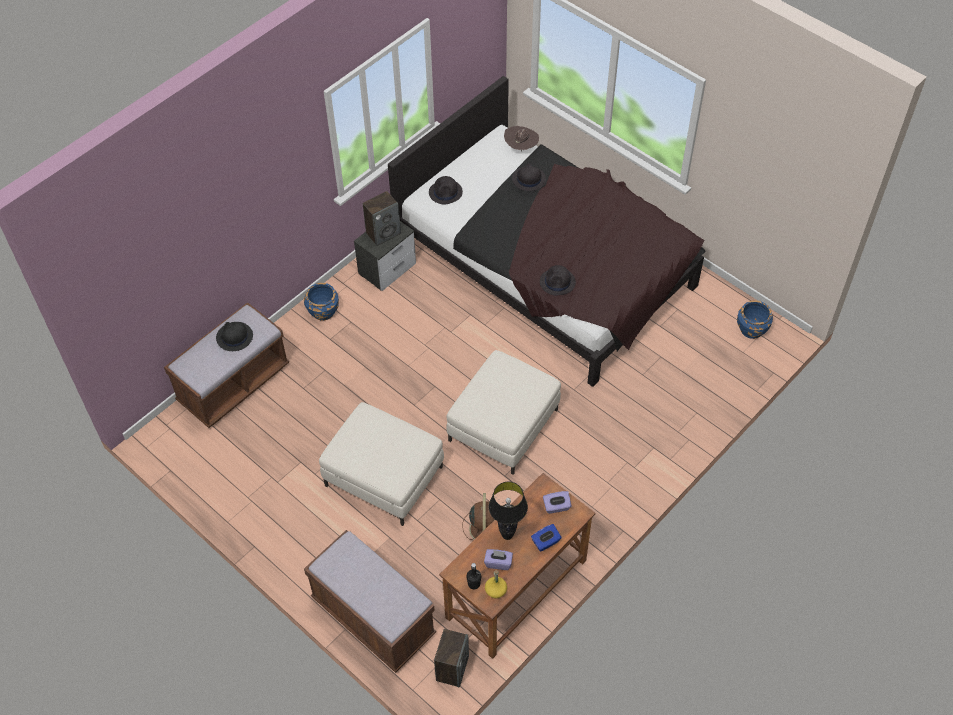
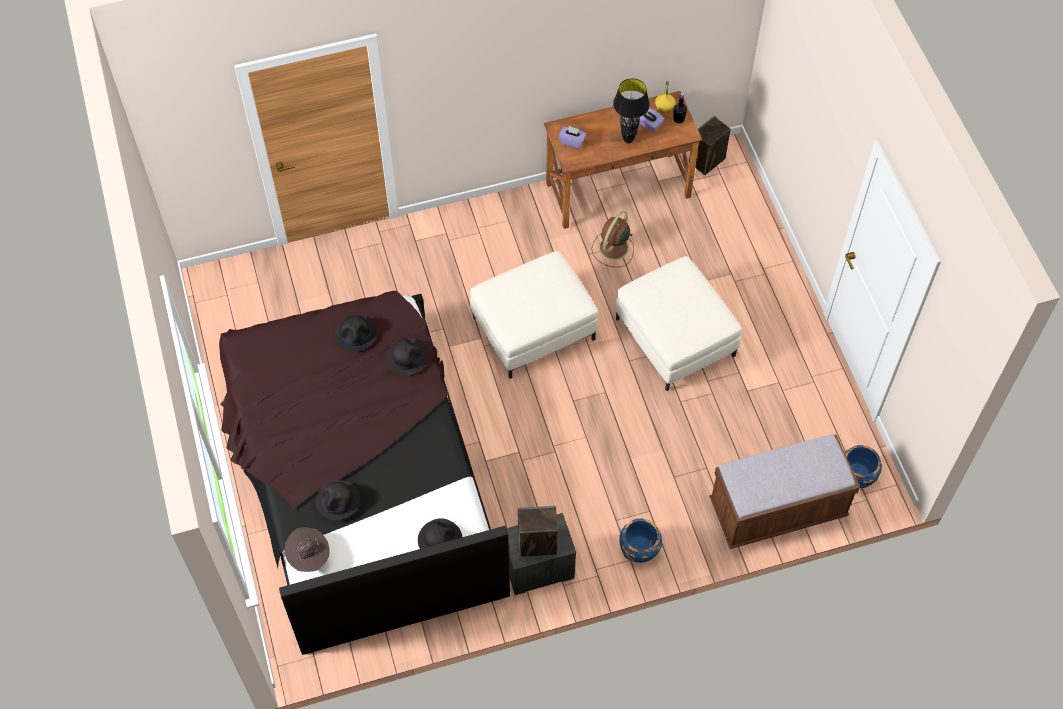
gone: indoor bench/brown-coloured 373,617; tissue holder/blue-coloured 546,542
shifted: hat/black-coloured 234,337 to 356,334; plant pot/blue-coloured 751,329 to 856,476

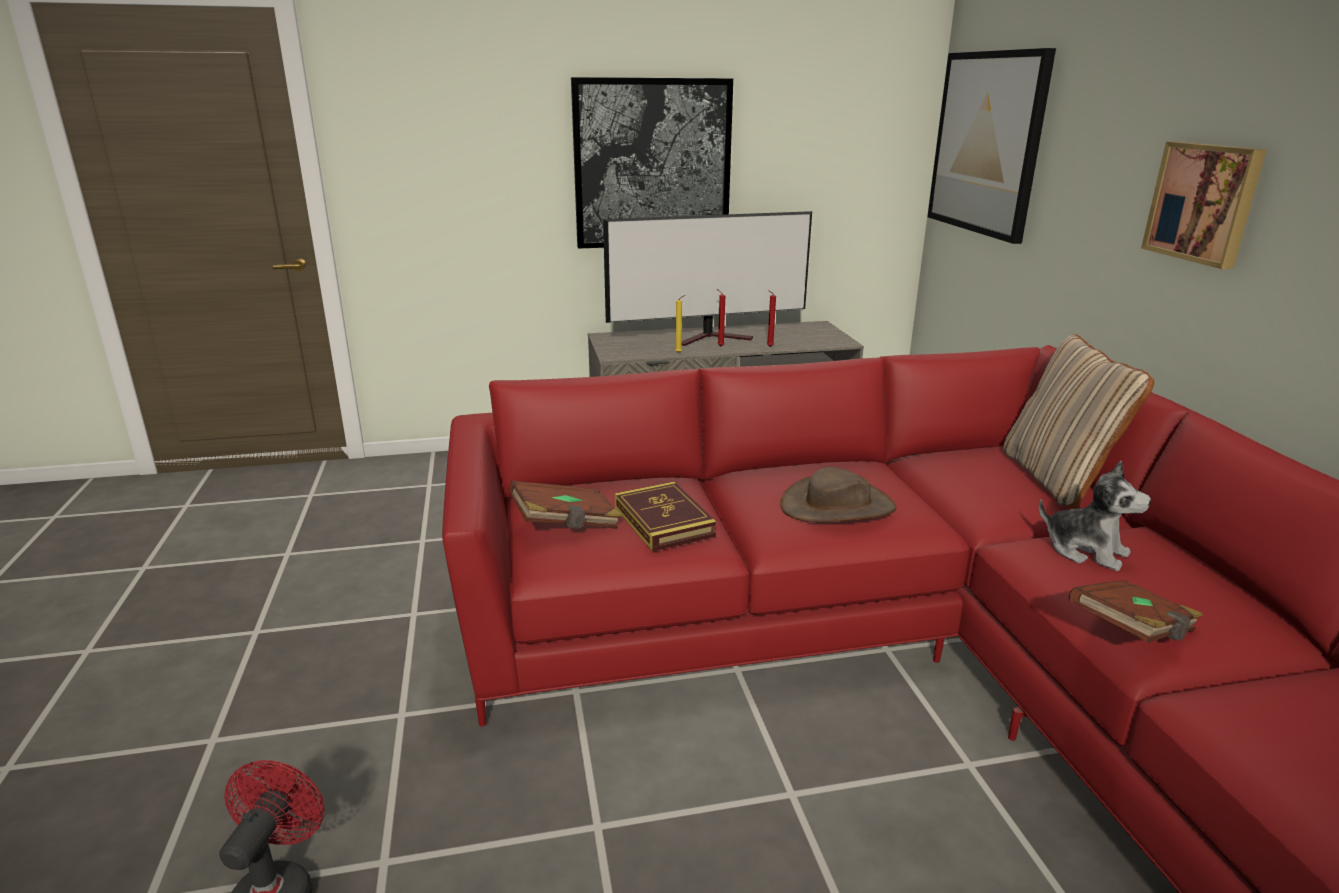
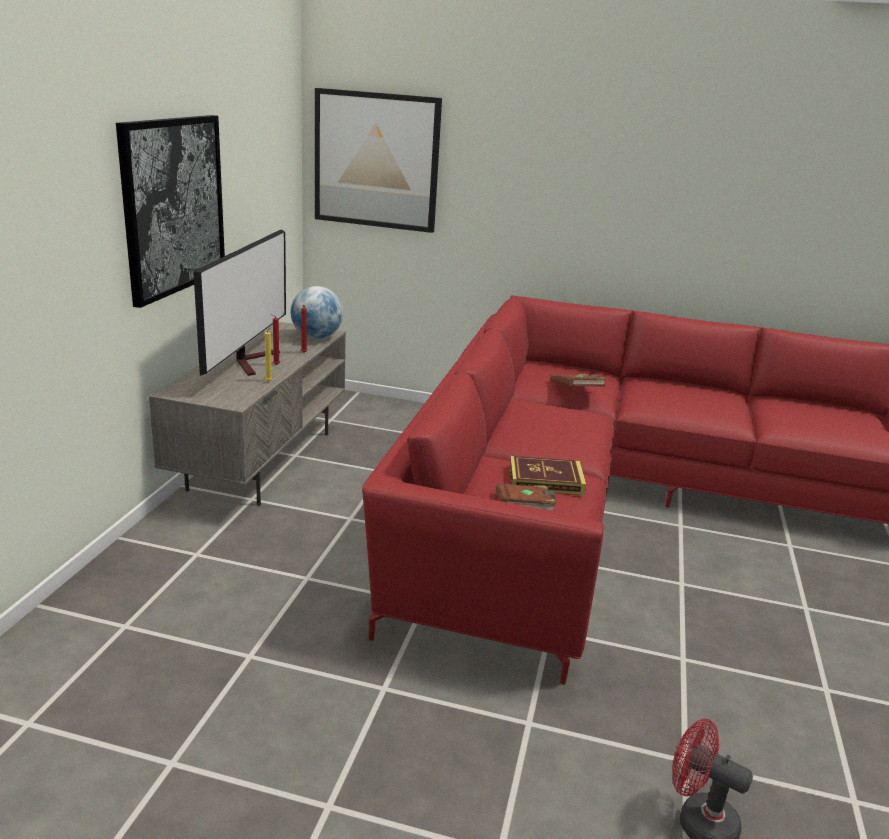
gone: hat/brown-coloured 837,506; pillow/beige 1057,478; soft toy 1085,550; wall art 1204,203
new: desk globe 316,337
shifted: volume/brown-coloured 1132,632 to 577,392

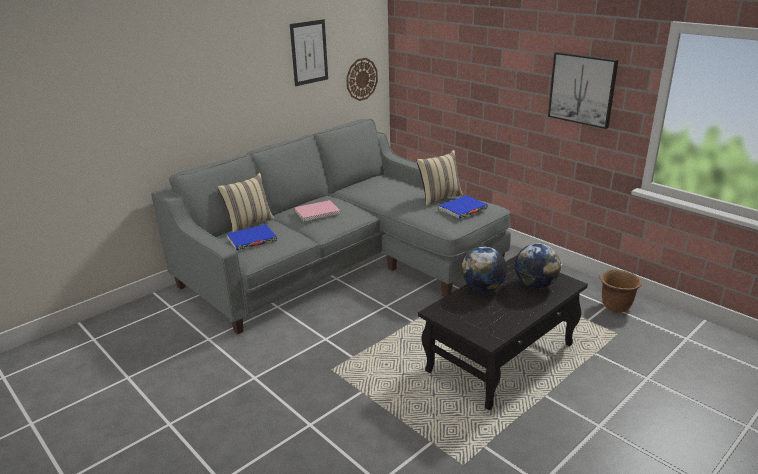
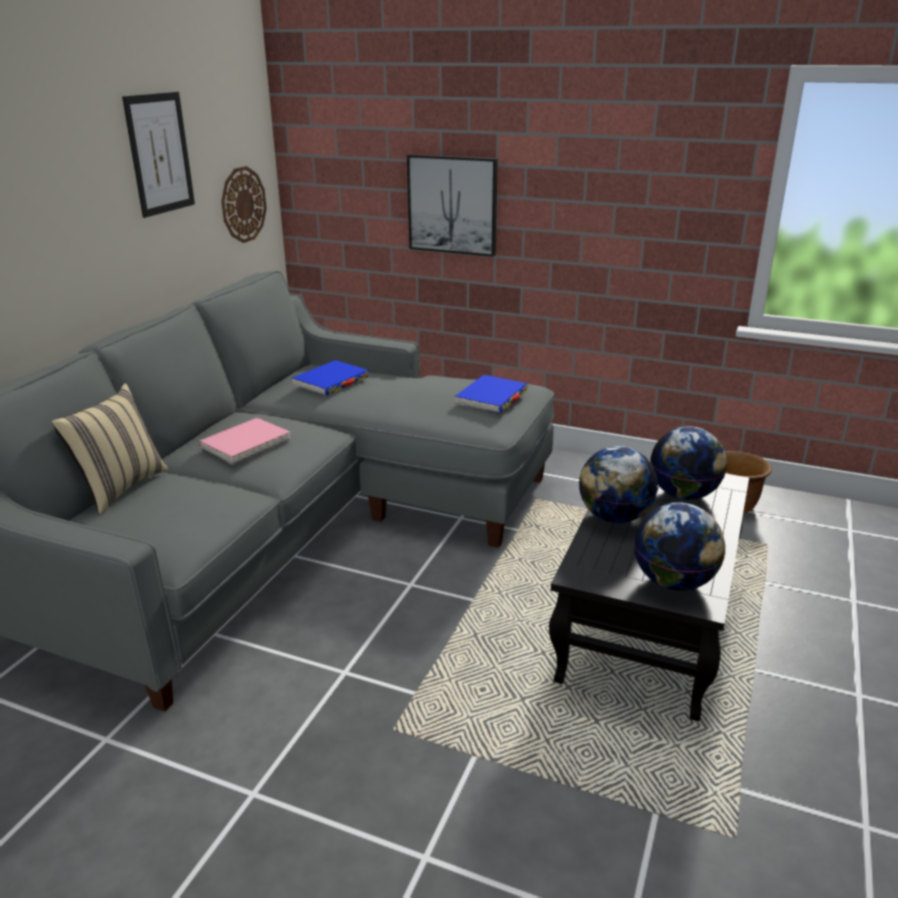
gone: pillow/beige 439,198
new: desk globe 674,582
shifted: volume/blue-coloured 252,240 to 331,381; wall art 582,89 to 452,205

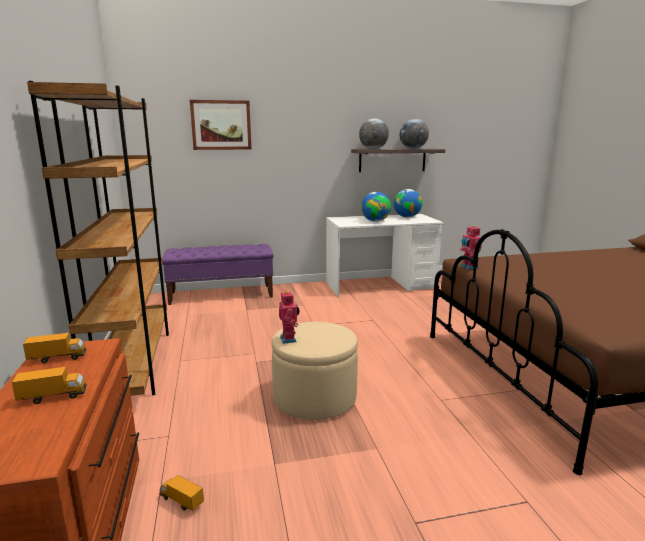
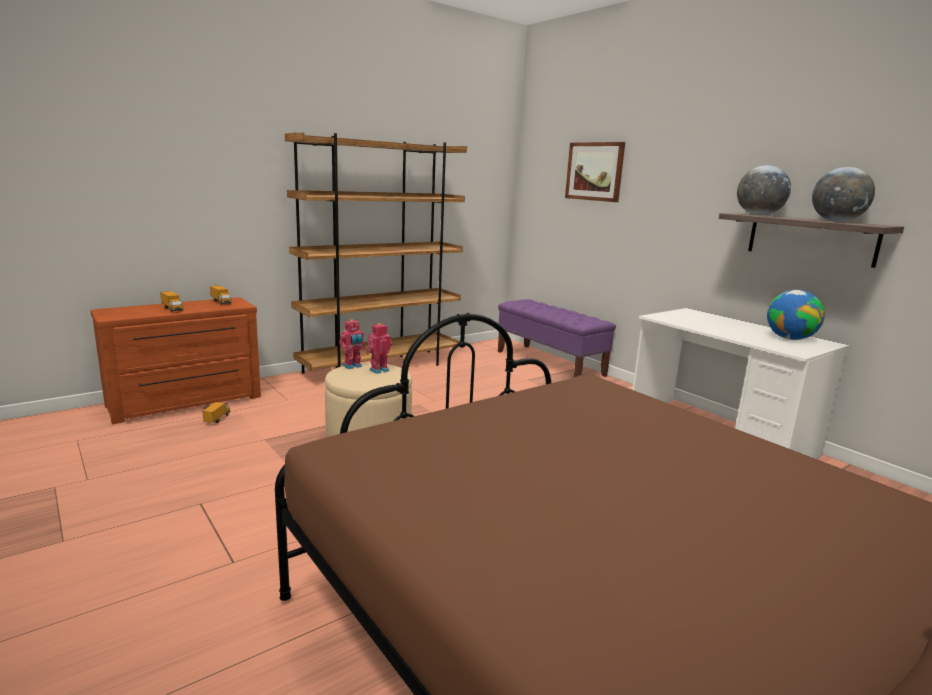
gone: desk globe 375,221
shifted: robot figure 468,267 to 378,370

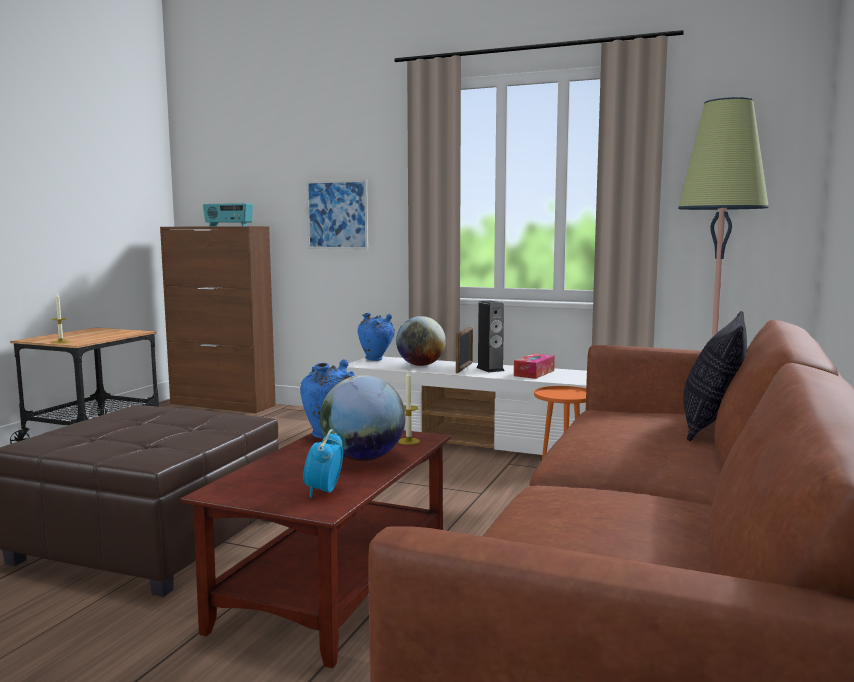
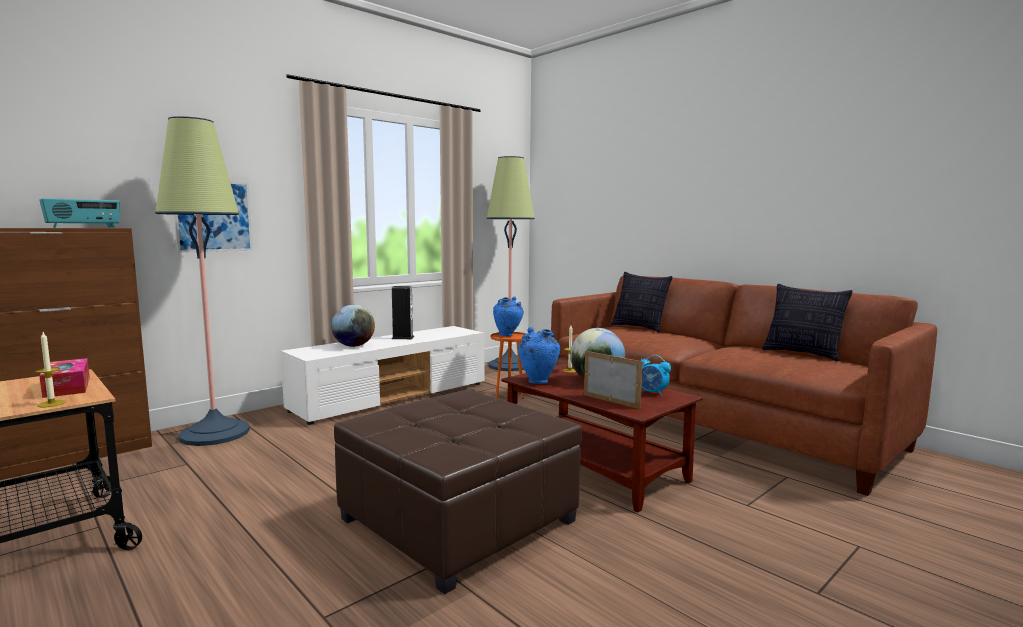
new: floor lamp 215,433; pillow 802,354
shifted: tissue holder 534,373 to 67,387; vase/blue-coloured 376,359 to 507,335; picture frame 464,368 to 611,401

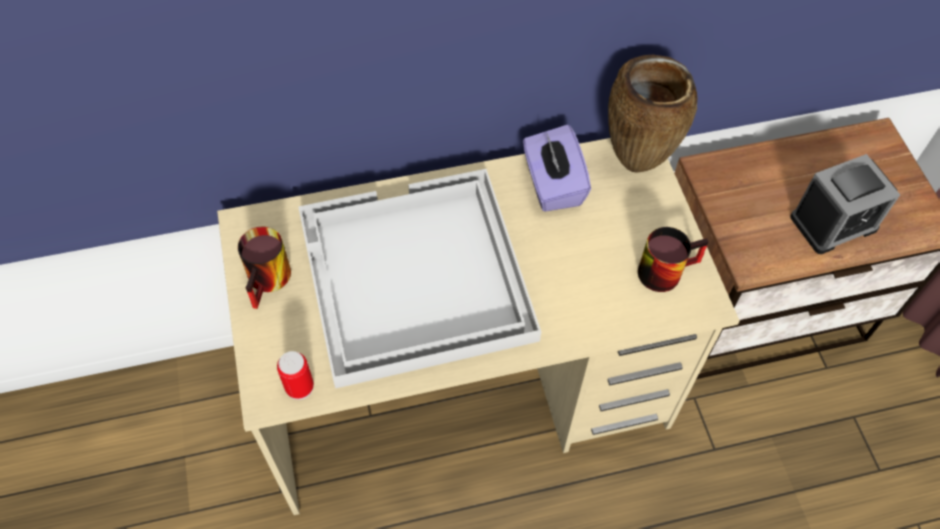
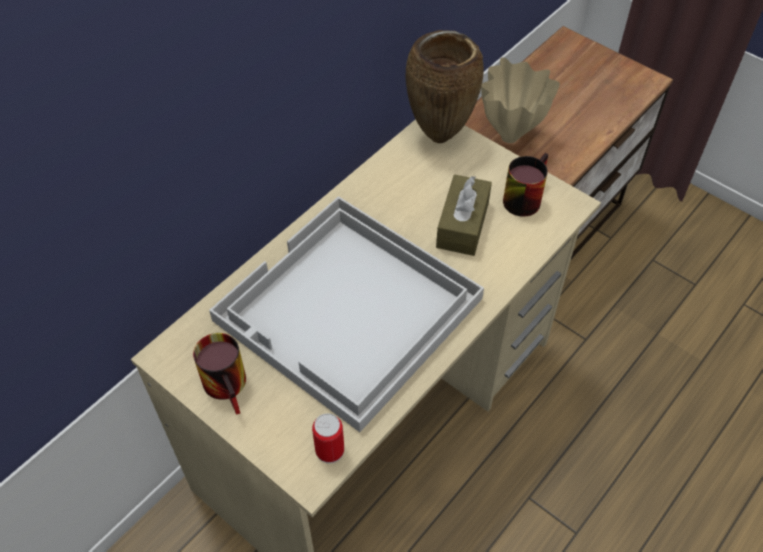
gone: tissue holder/purple 552,185; alarm clock 833,223
new: tissue holder/brown-coloured 462,225; vase/beige 510,138

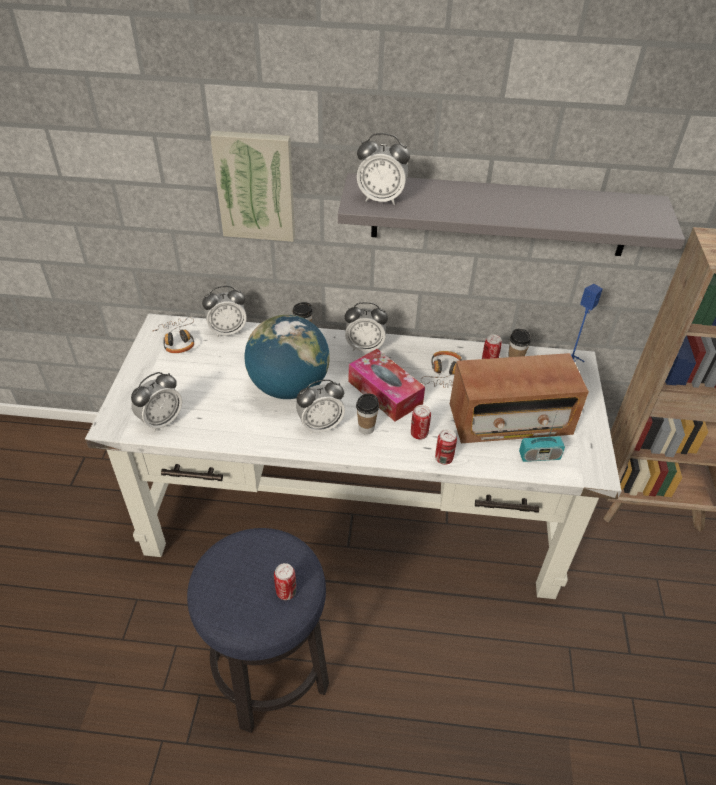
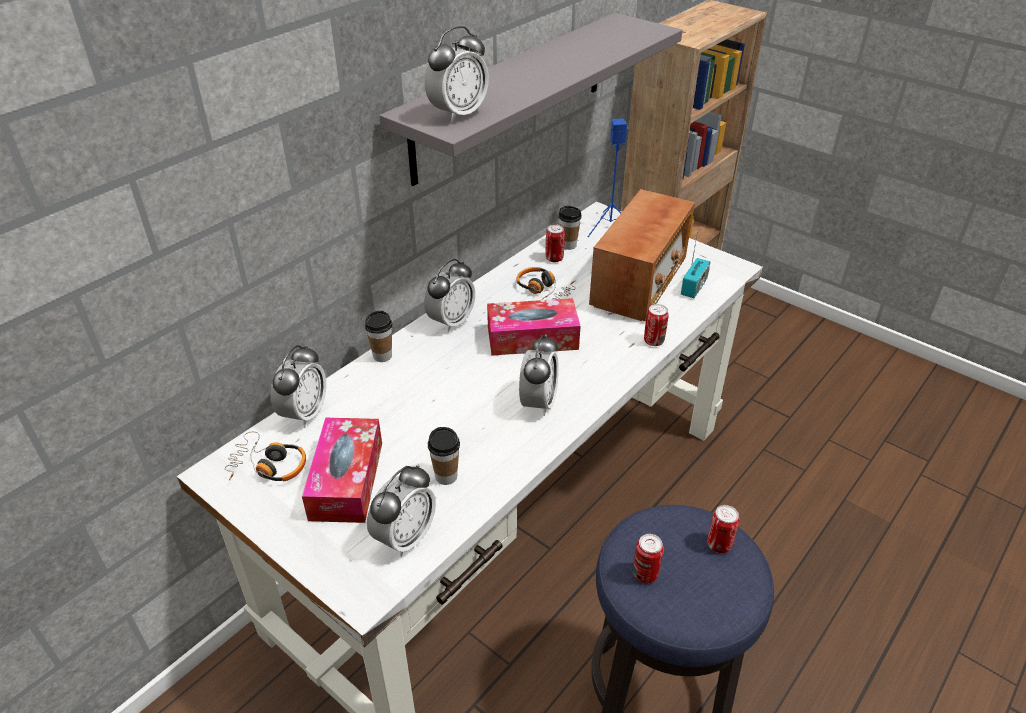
gone: wall art 256,186; desk globe 289,387
new: tissue holder 346,480
shifted: drinking cup 366,428 to 446,476; sealed can 419,434 to 645,574
rotated: alarm clock 161,421 = 405,537 45 degrees clockwise

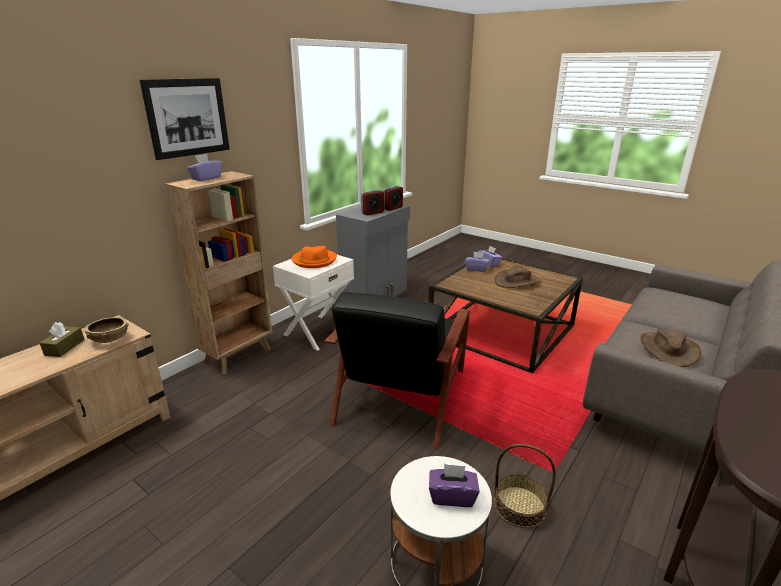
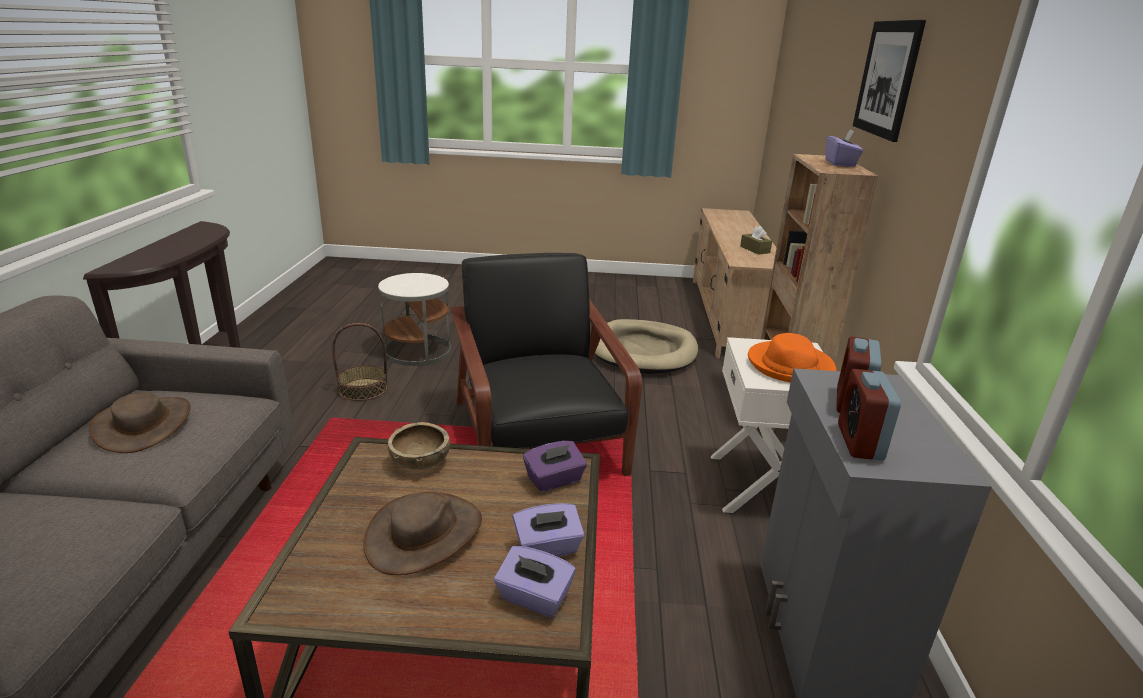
new: dog cushion/beige 644,351
shifted: deep dish/brown-coloured 109,339 to 420,461; tissue holder/purple 452,496 to 554,480

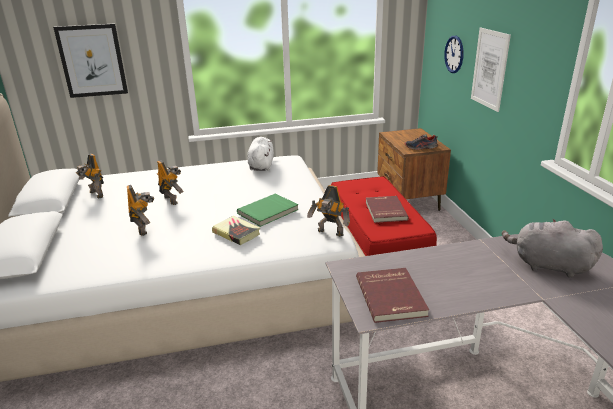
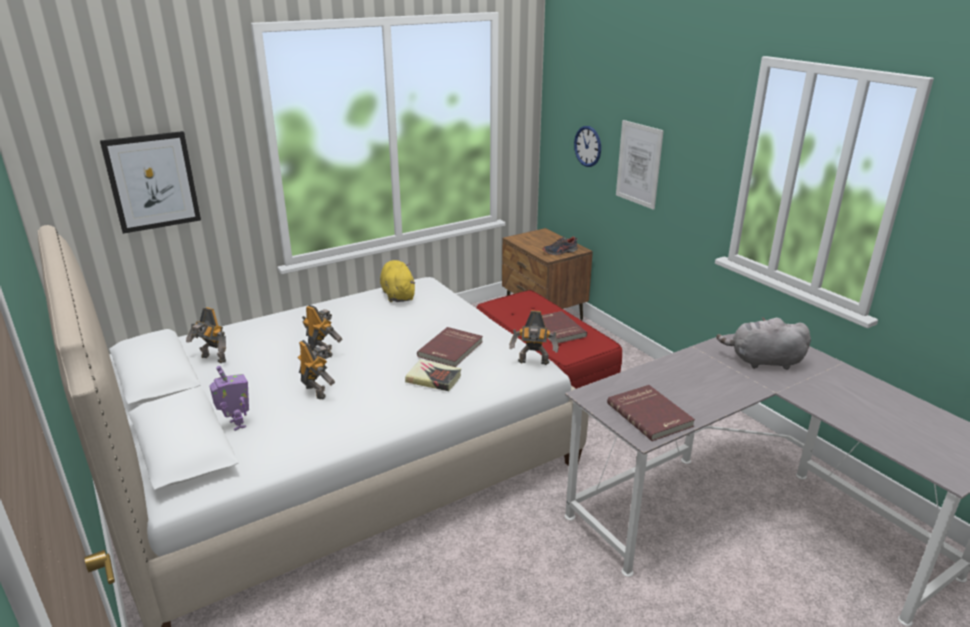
new: robot figure 236,424
repainted: soft toy/white 261,165 to soft toy/yellow-coloured 398,295; volume/green-coloured 268,212 to volume/red 451,349

